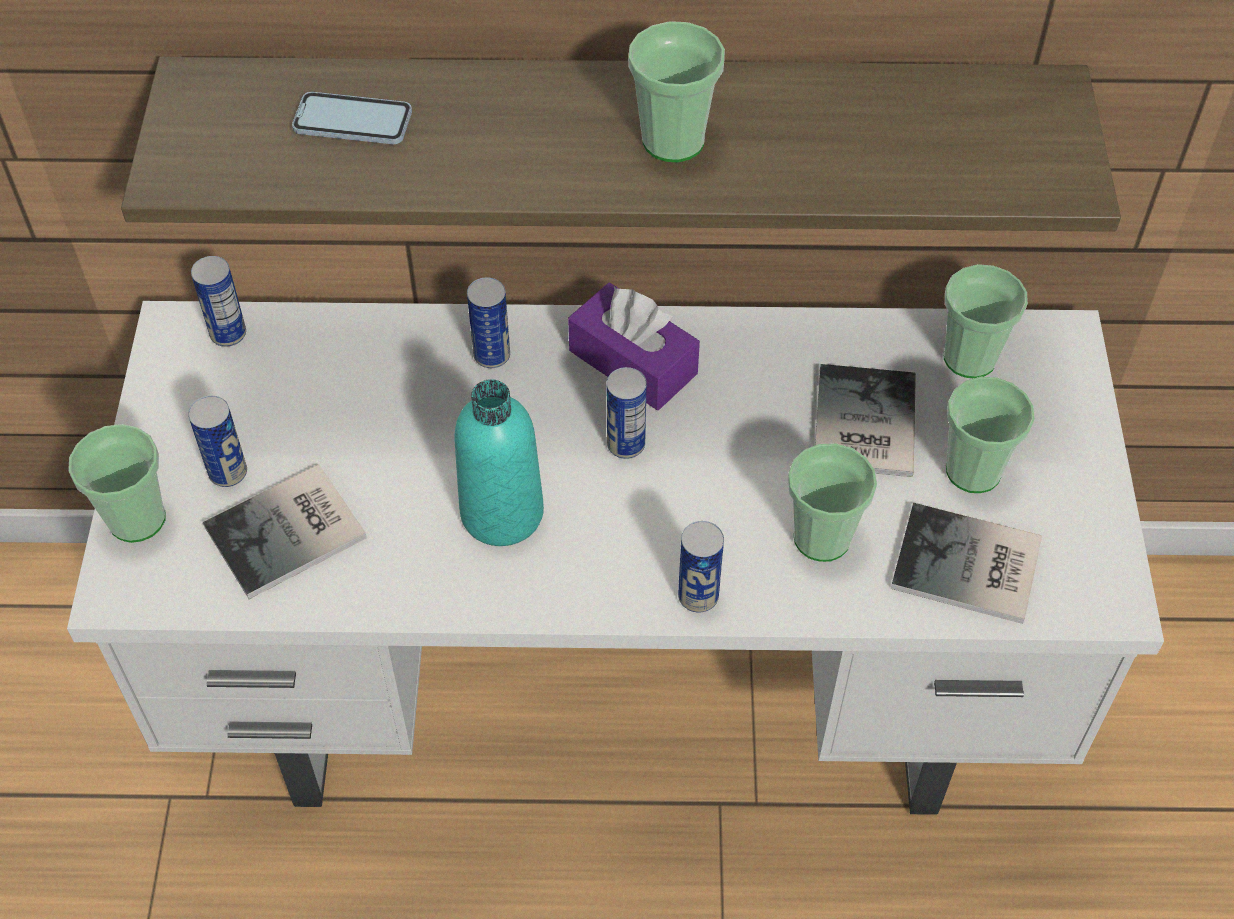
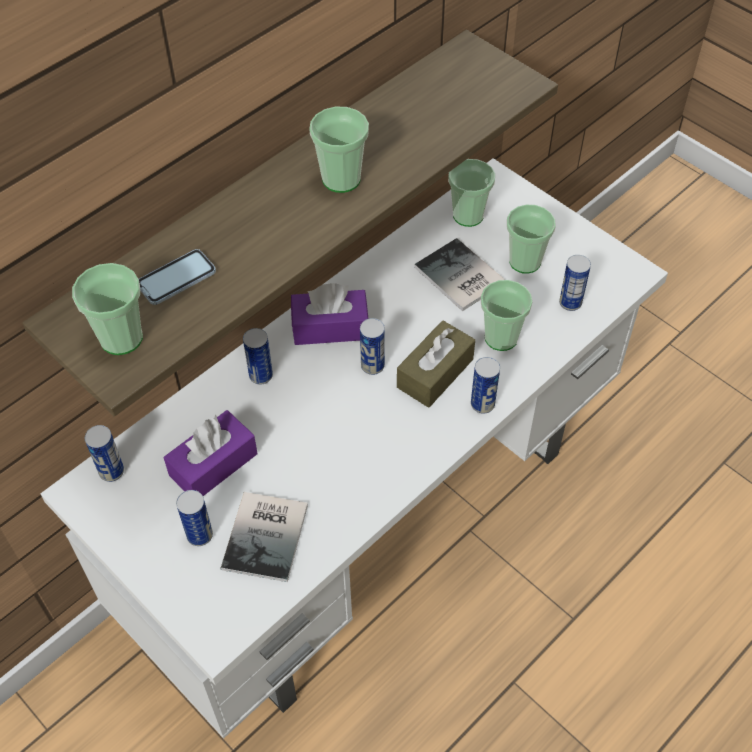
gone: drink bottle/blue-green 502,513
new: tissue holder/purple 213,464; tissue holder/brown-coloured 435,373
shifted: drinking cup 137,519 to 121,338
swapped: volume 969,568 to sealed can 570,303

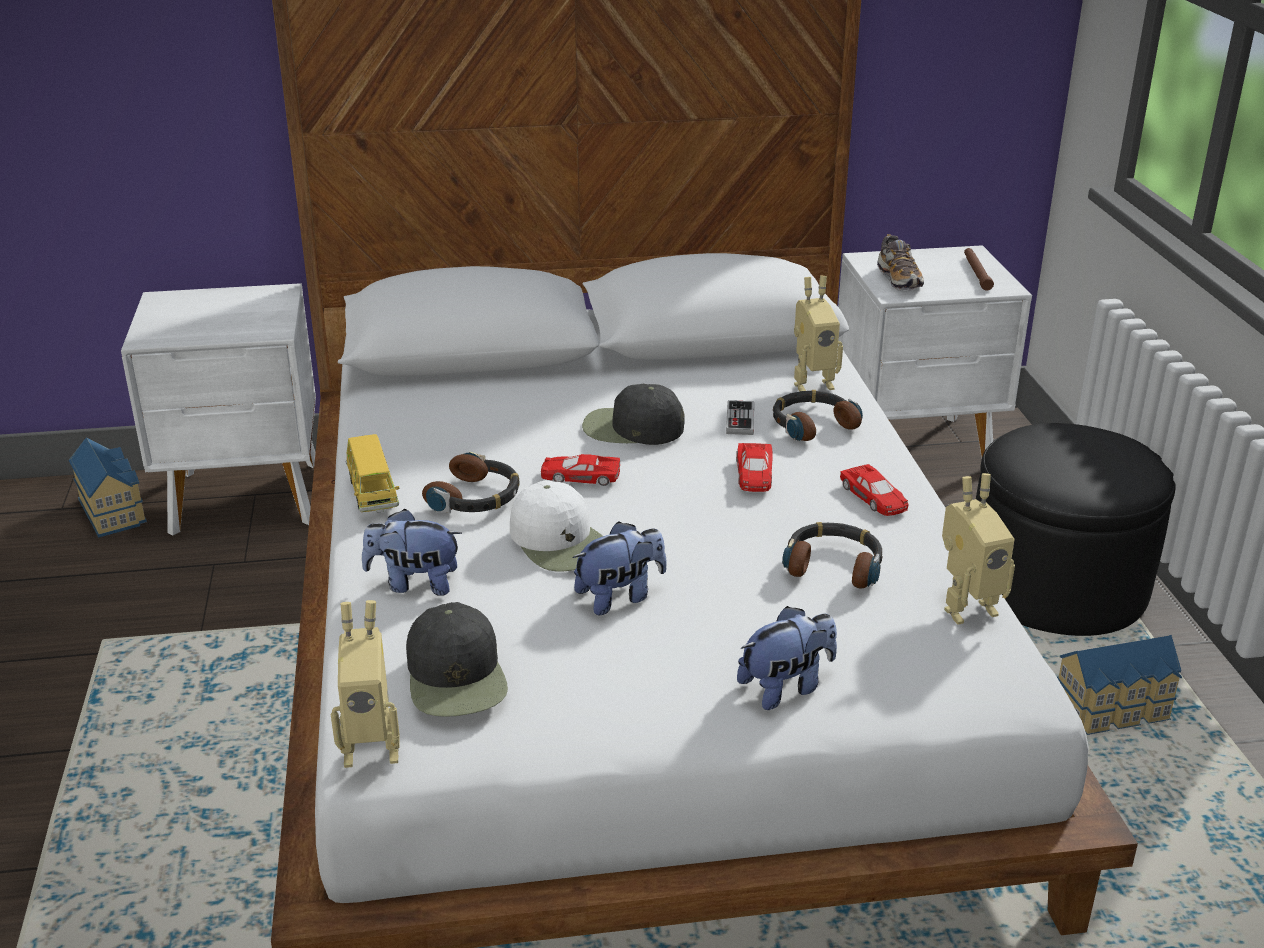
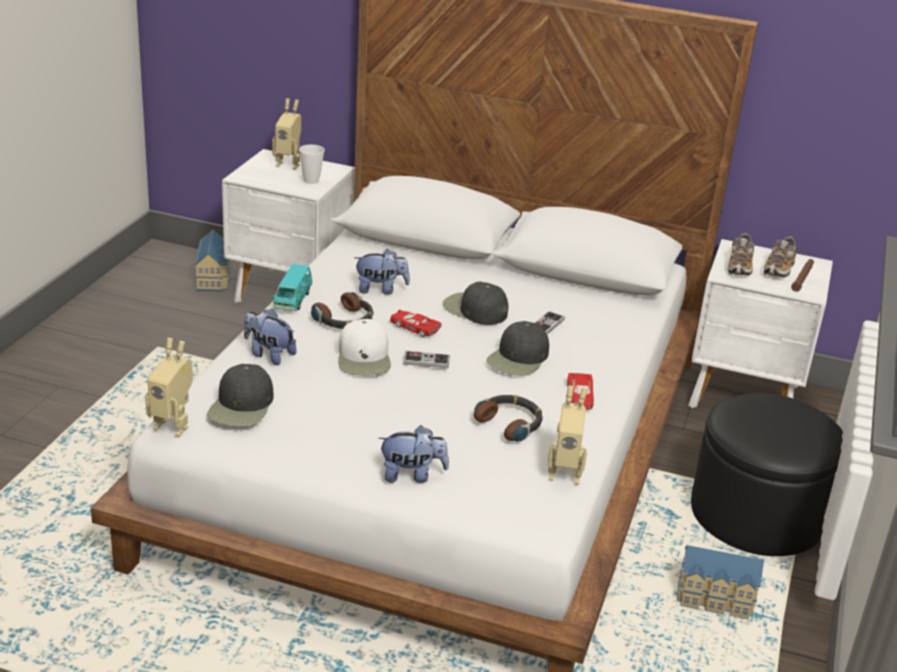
gone: headphones 812,424
new: drinking cup 311,181; game controller 426,361; low shoe 779,269
shifted: robot figure 811,383 to 288,164; soft toy 620,596 to 381,289
swapped: toy car/red 754,474 to peaked cap/black-coloured 518,358
repainted: toy car/yellow-coloured 373,493 to toy car/blue-green 293,300

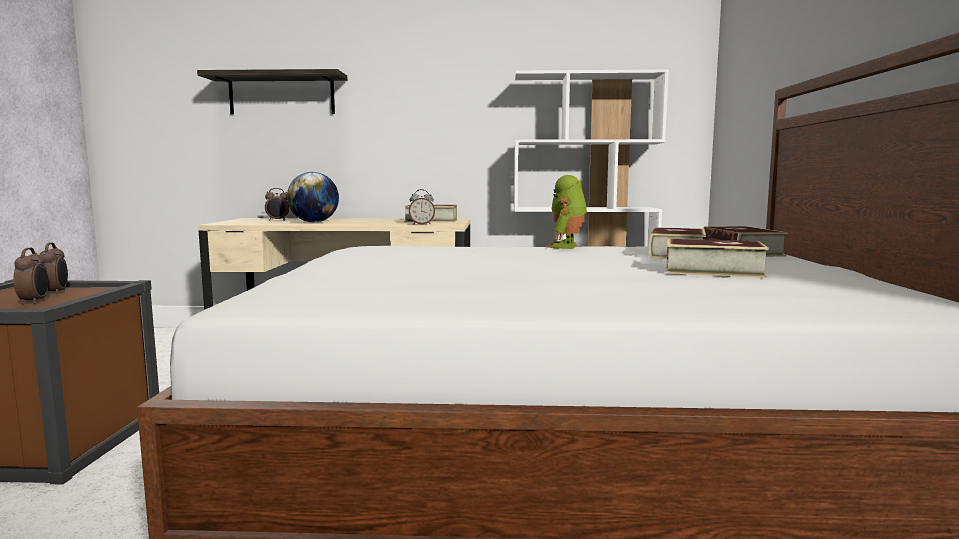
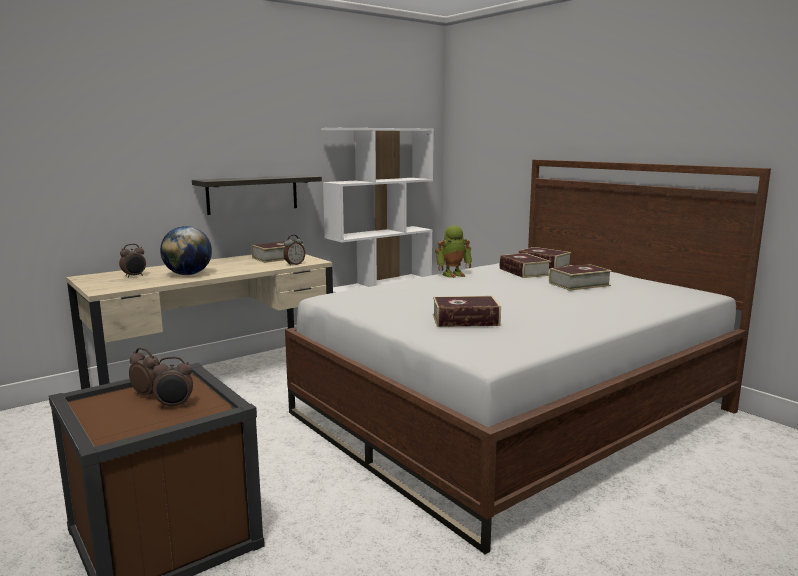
new: volume 465,320
shifted: wall shelf 281,94 to 253,194
rotated: alarm clock 35,302 = 175,406 135 degrees clockwise; robot figure 567,247 = 453,274 90 degrees counterclockwise

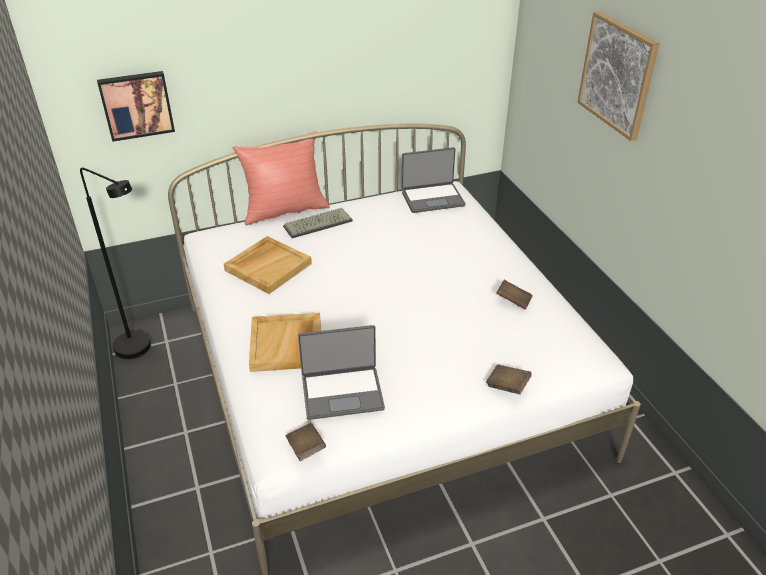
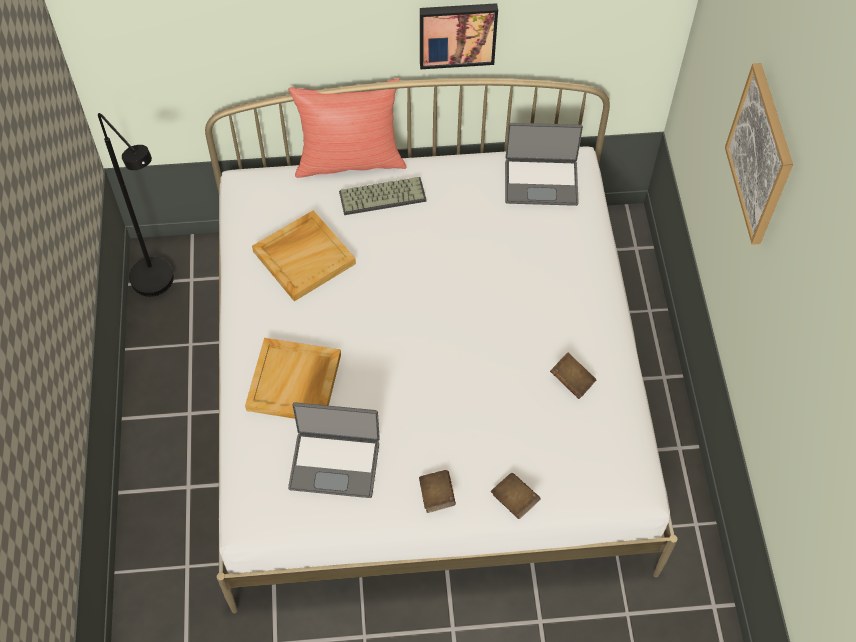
shifted: volume/brown-coloured 306,449 to 436,495; wall art 136,105 to 457,33

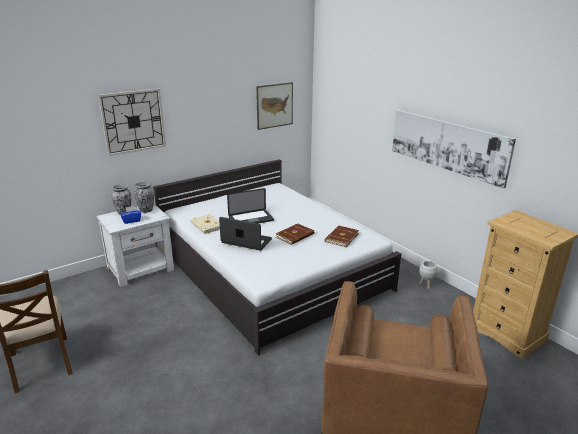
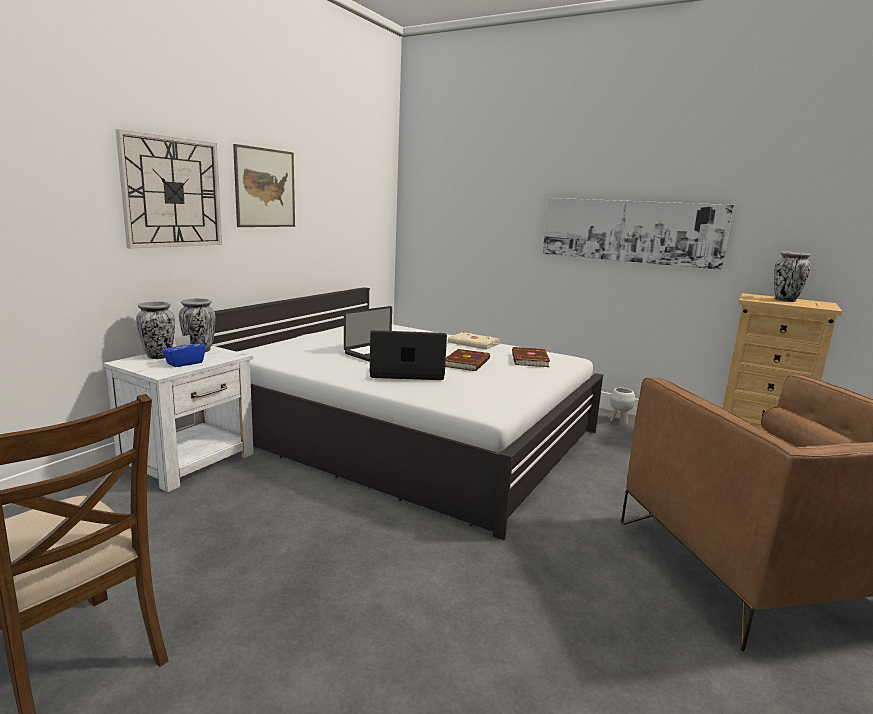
new: vase 785,300
shifted: wall art 274,105 to 265,188; volume/beige 206,226 to 473,343

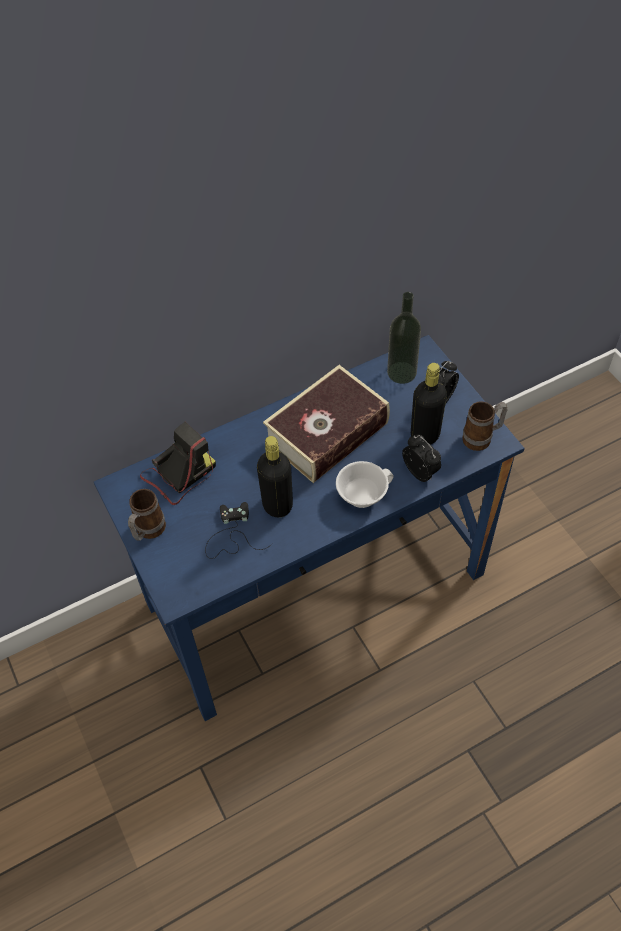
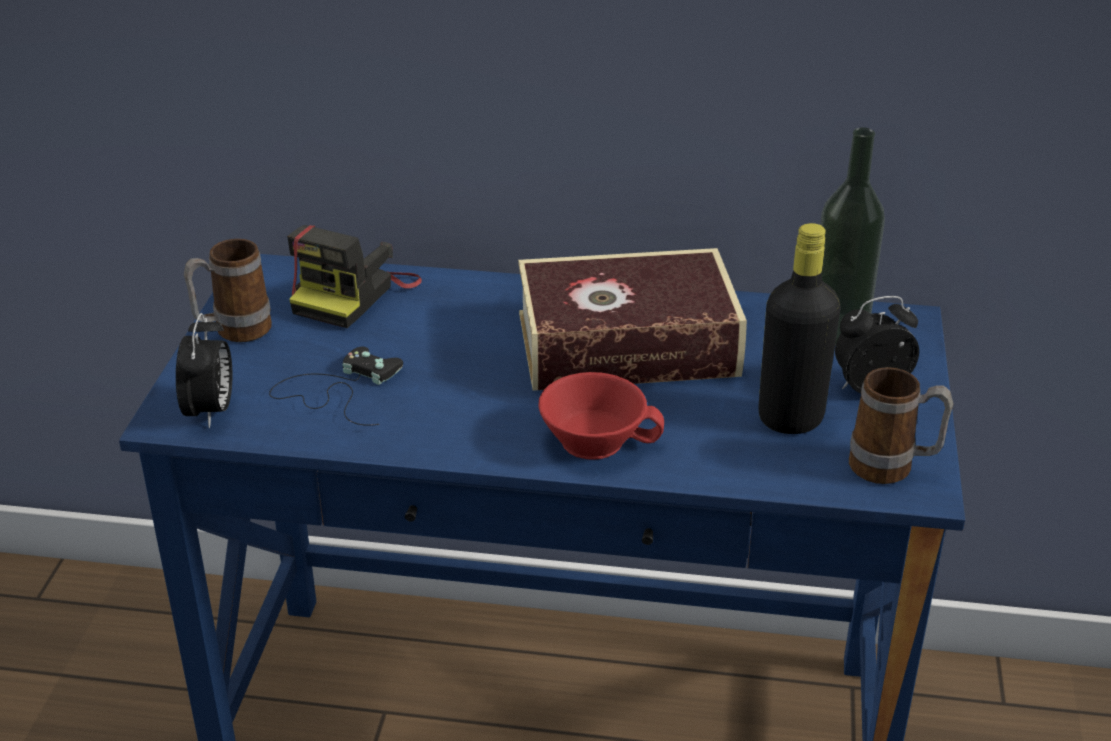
gone: drink bottle/black-coloured 277,505
shifted: alarm clock 421,472 to 211,411
repainted: drinking cup/white 362,493 to drinking cup/red 596,438
rotated: still camera 179,475 = 353,294 120 degrees clockwise

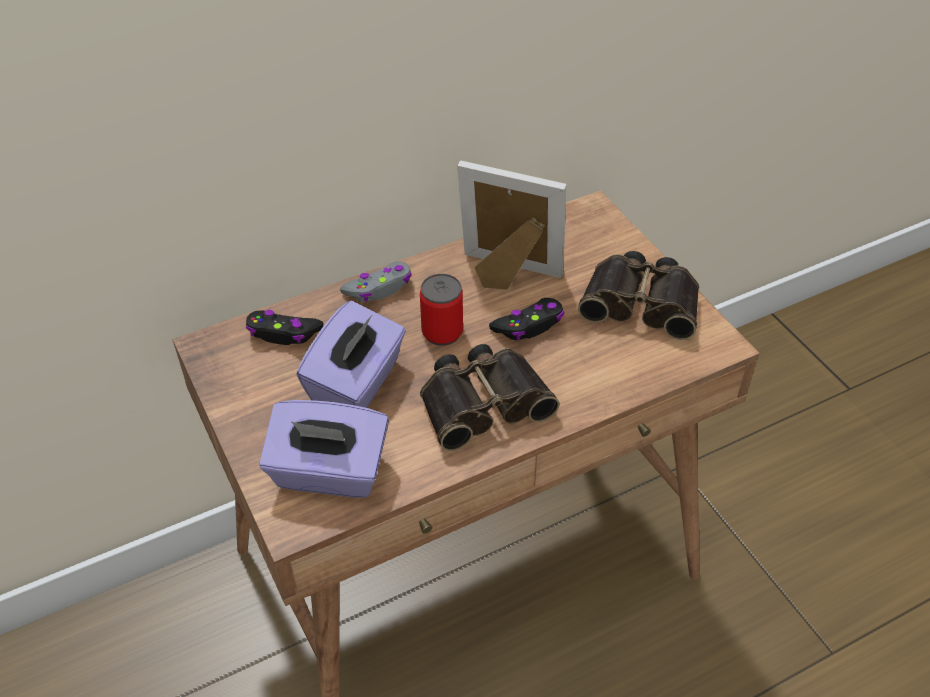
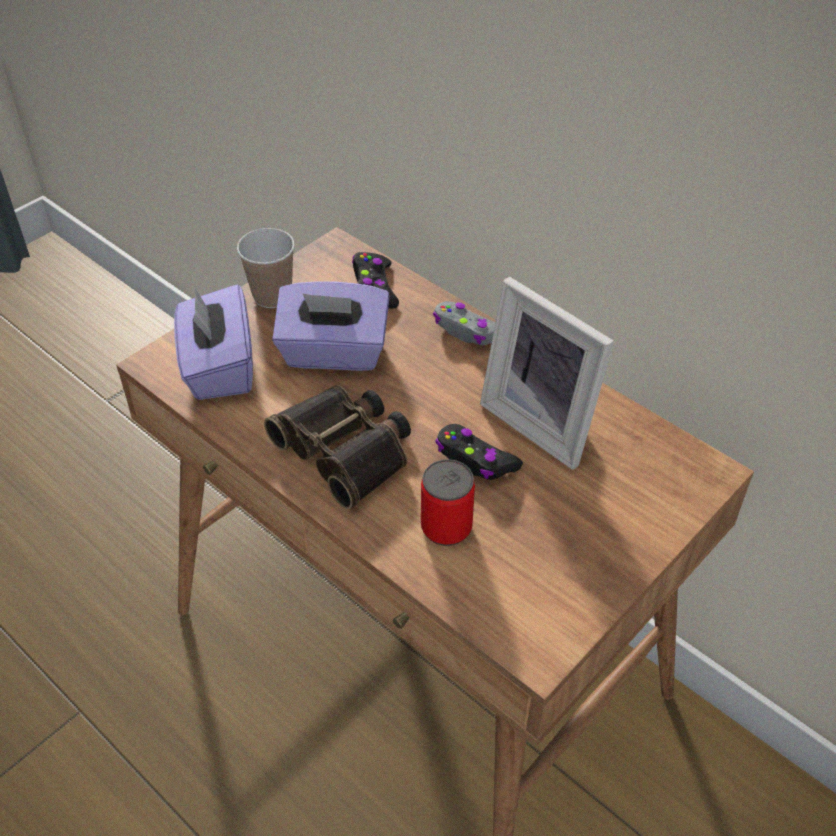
gone: binoculars 642,302
new: drinking cup 272,296
shifted: sealed can 442,332 to 446,527
rotated: picture frame 507,276 = 543,422 135 degrees clockwise

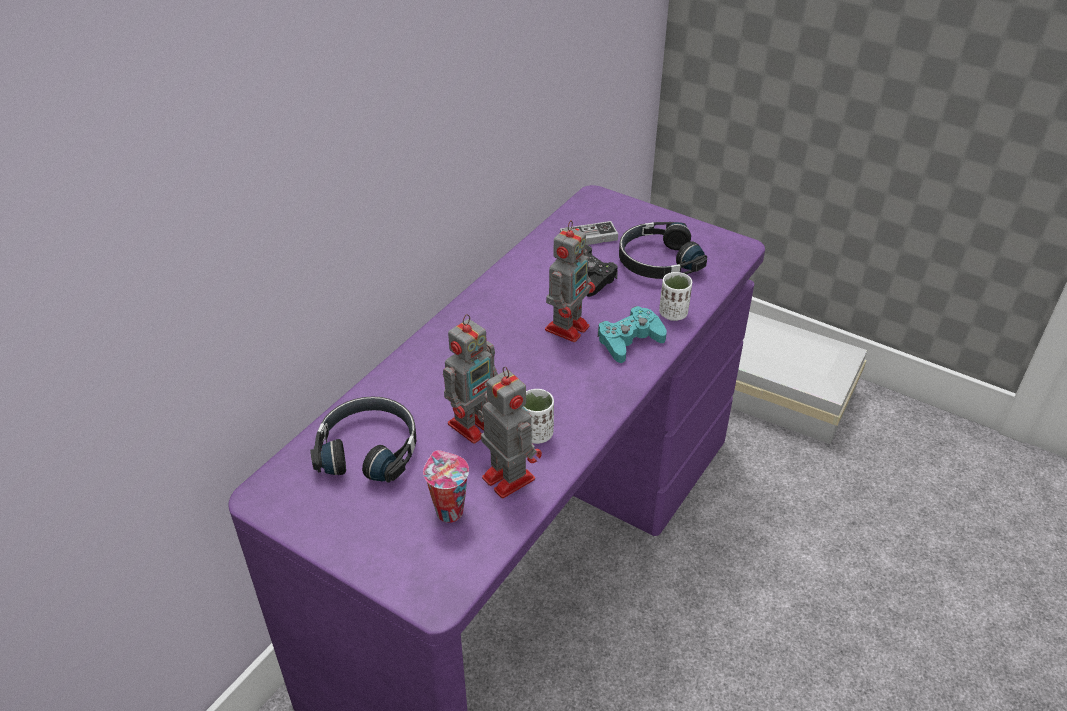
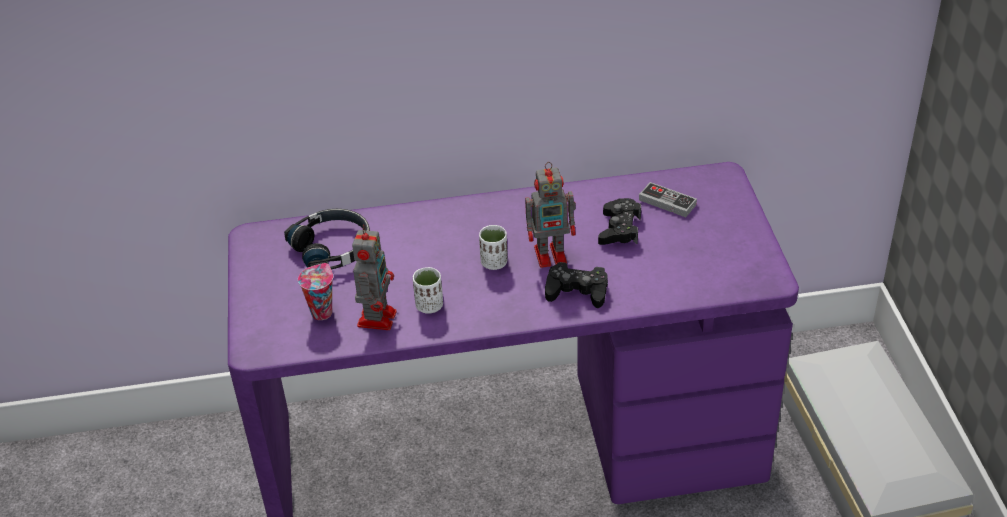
gone: robot figure 474,424; headphones/black-coloured 657,261
shifted: drinking cup/white 673,314 to 494,263
repainted: game controller/blue-green 629,340 to game controller/black-coloured 577,291

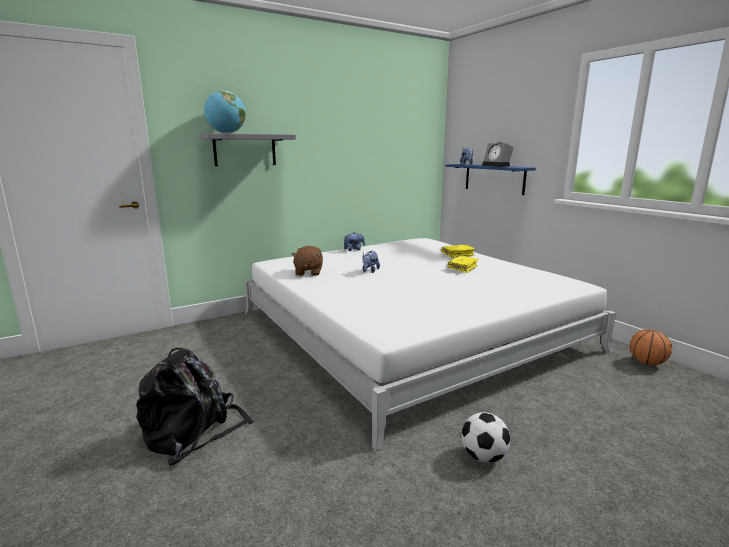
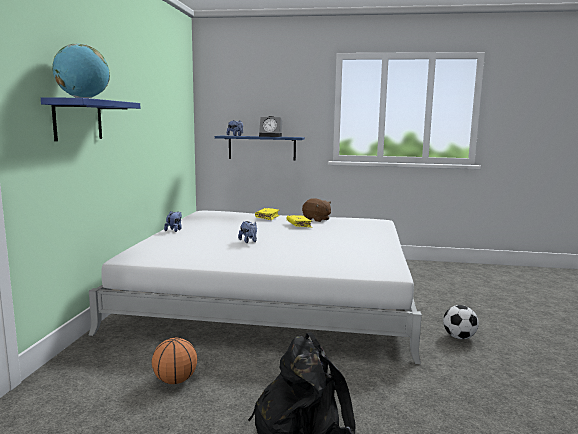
shifted: basketball ball 647,363 to 175,381; soft toy/brown-coloured 308,272 to 316,219
repainted: wall shelf/greyish 245,150 to wall shelf/blue-coloured 78,120

